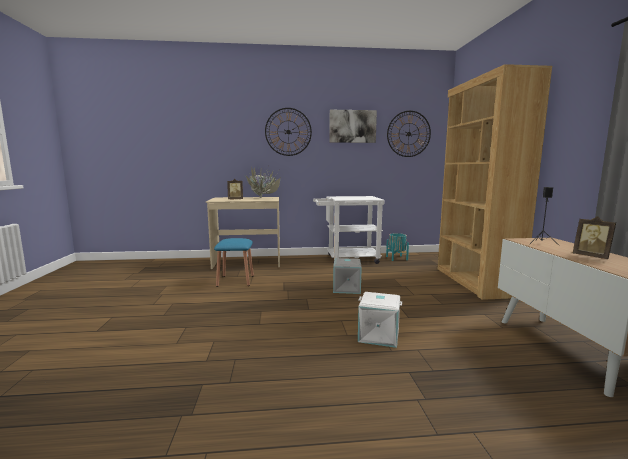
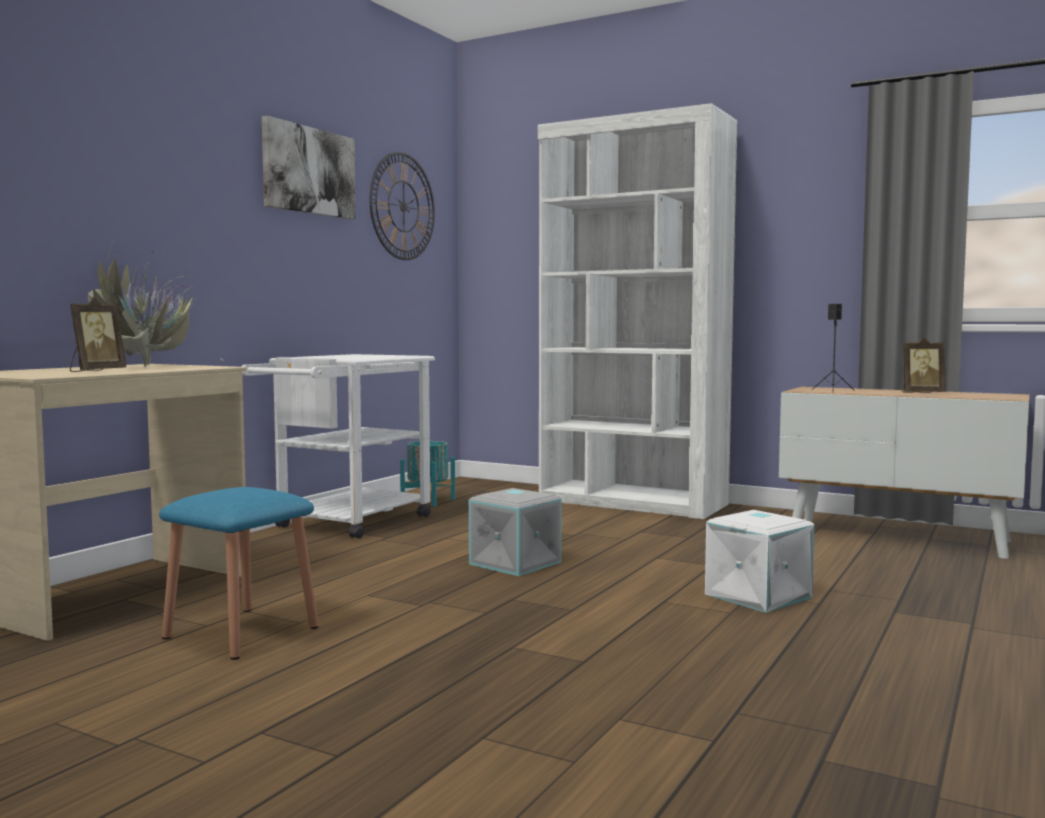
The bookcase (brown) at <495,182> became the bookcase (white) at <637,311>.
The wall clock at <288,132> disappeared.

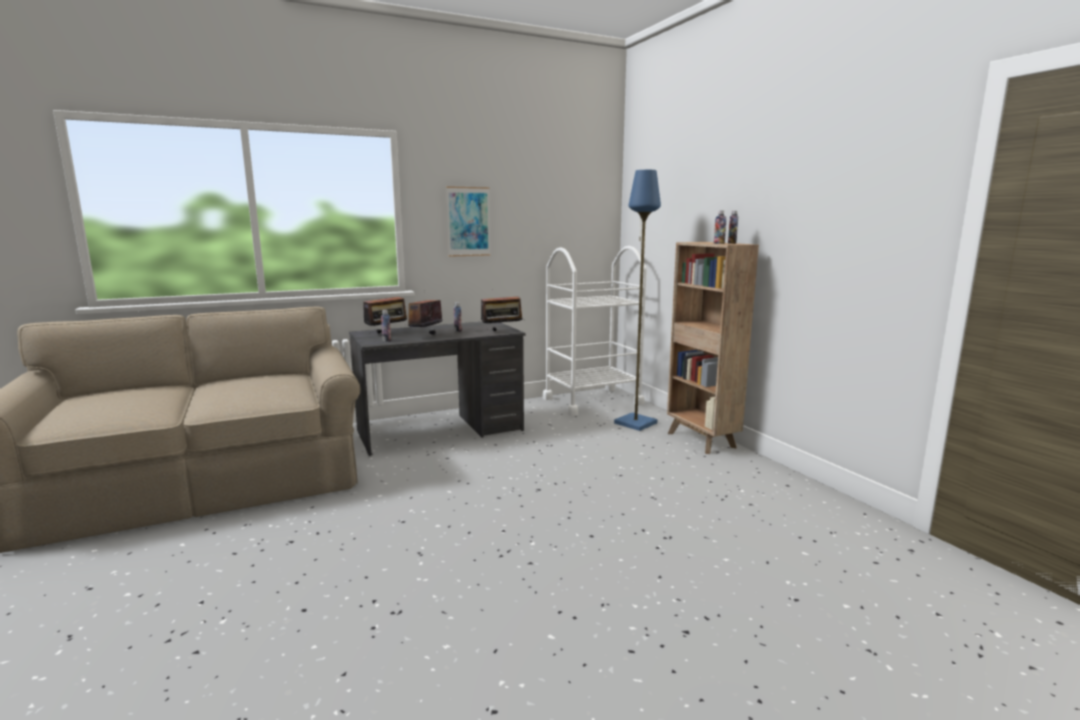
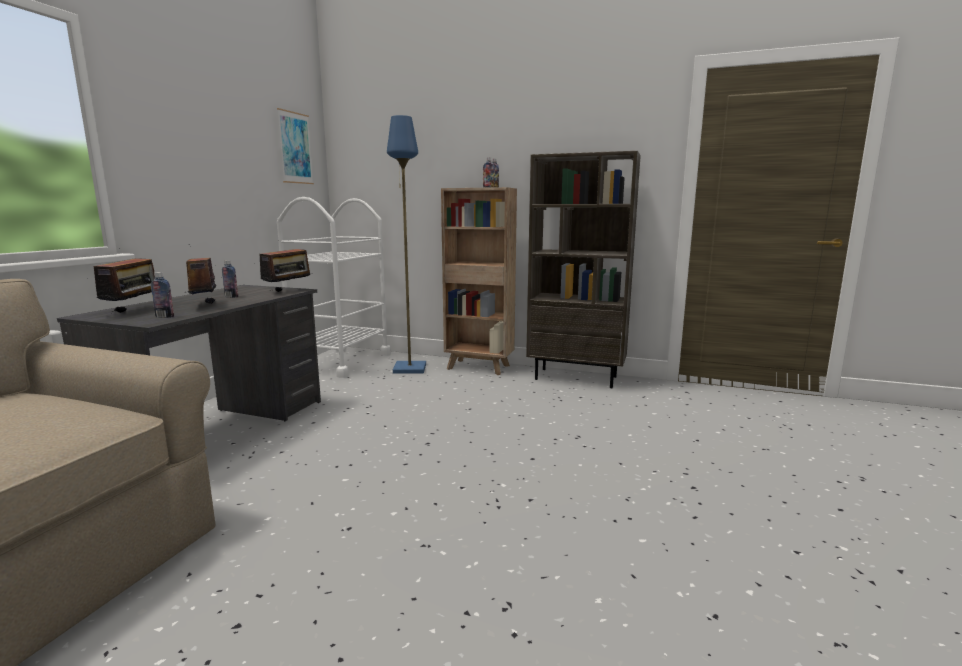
The picture moved from <468,221> to <295,146>.
The bookcase (brown) at <583,269> appeared.

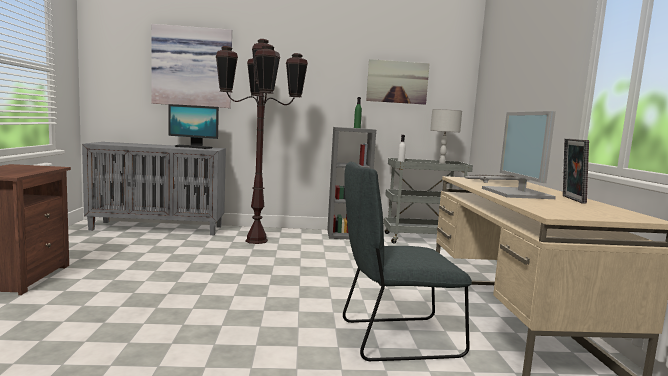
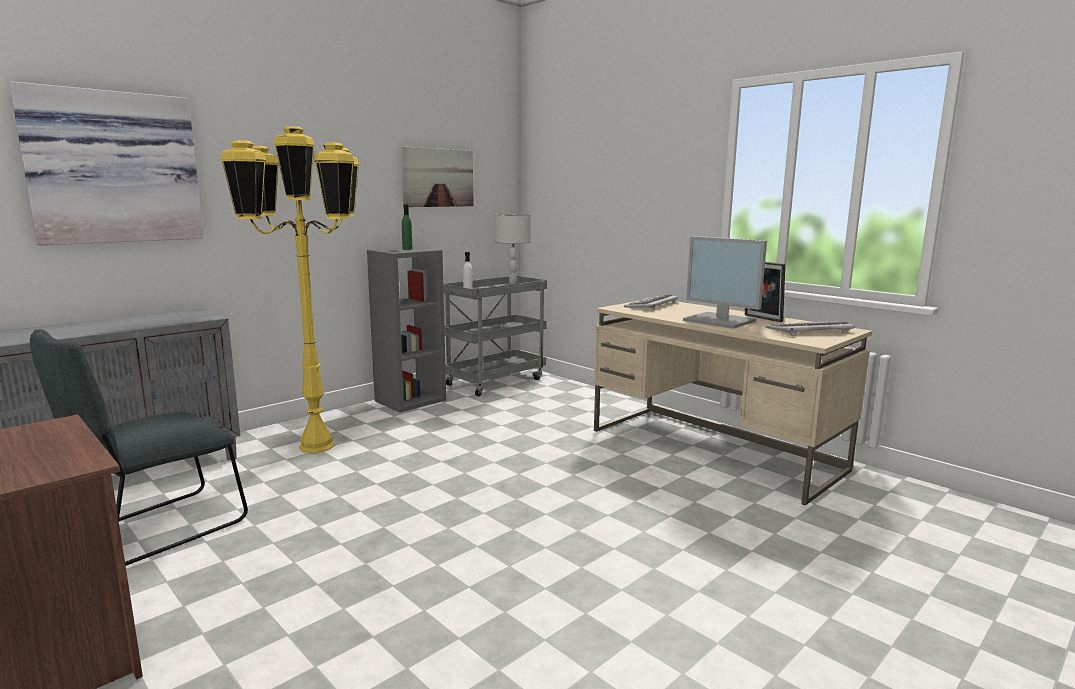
The floor lamp (brown) at <262,141> became the floor lamp (yellow) at <290,289>.
The monitor at <193,126> disappeared.
The chair (grey) moved from <407,261> to <139,447>.
The keyboard at <810,329> appeared.

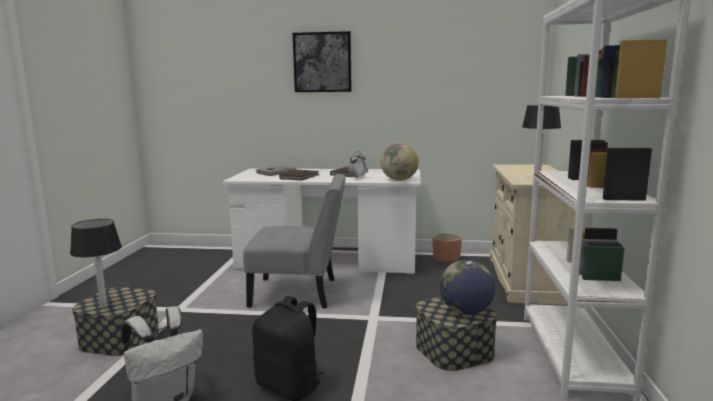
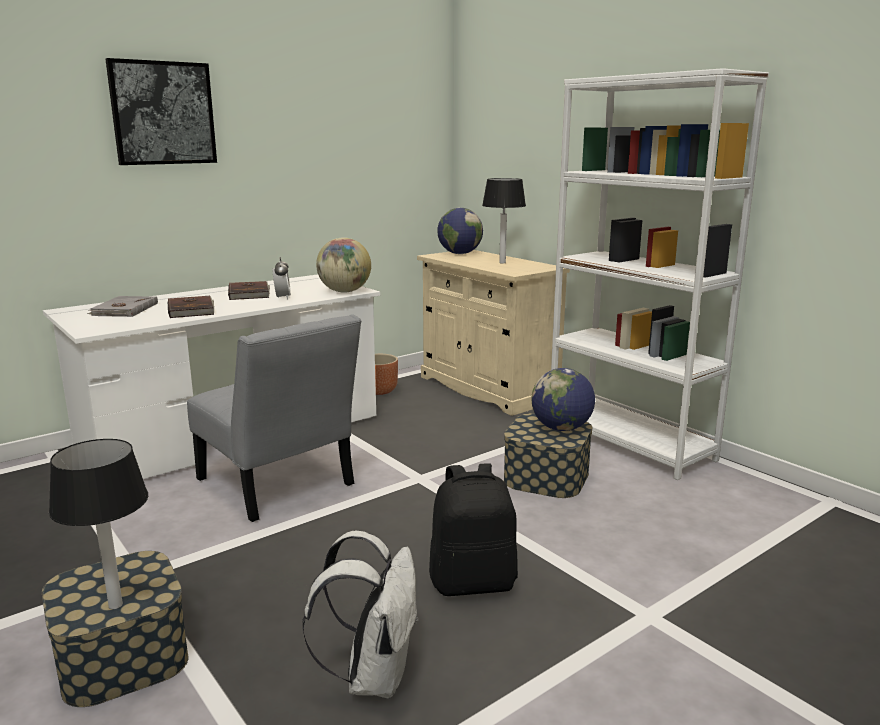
The chair (grey) at <294,241> turned 90 degrees clockwise.
The globe at <460,231> appeared.

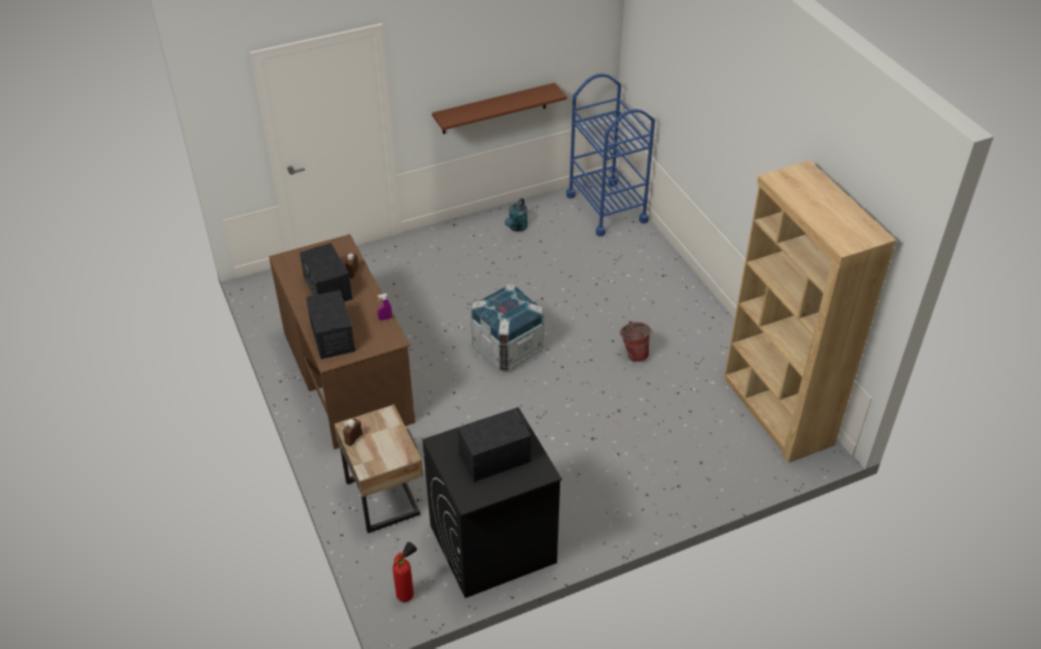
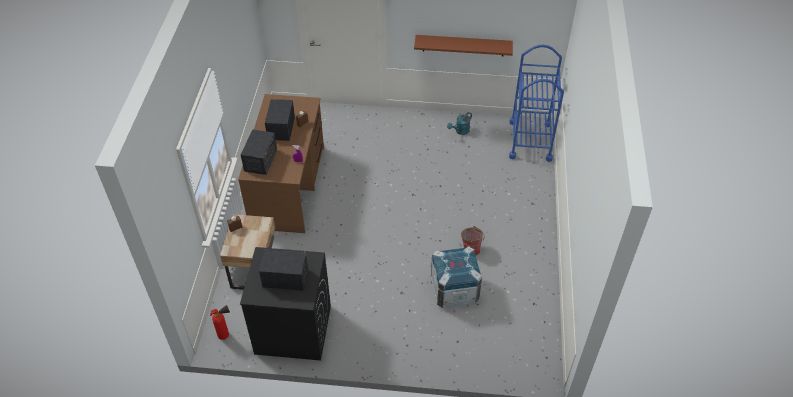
The bookcase (brown) at <810,311> disappeared.
The crate moved from <507,327> to <456,277>.

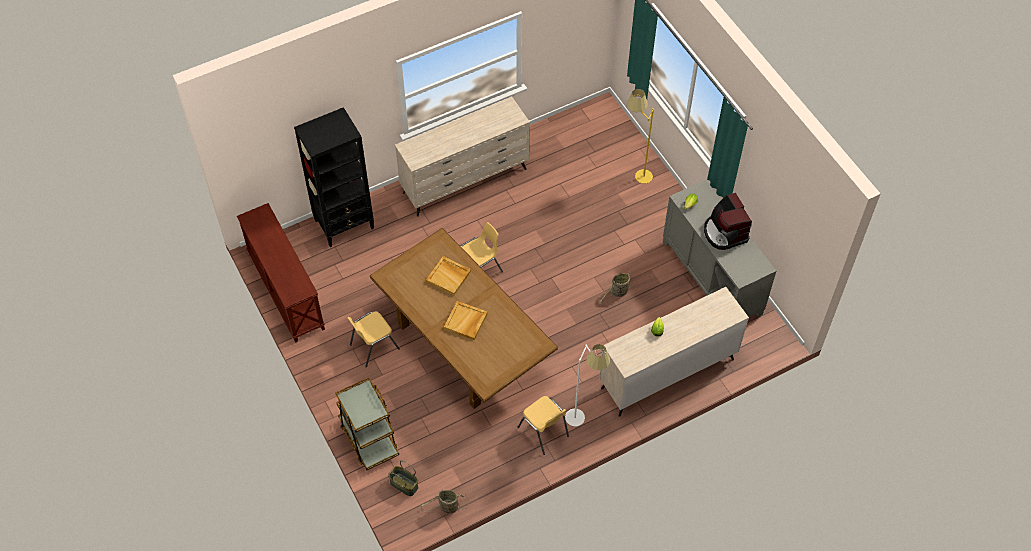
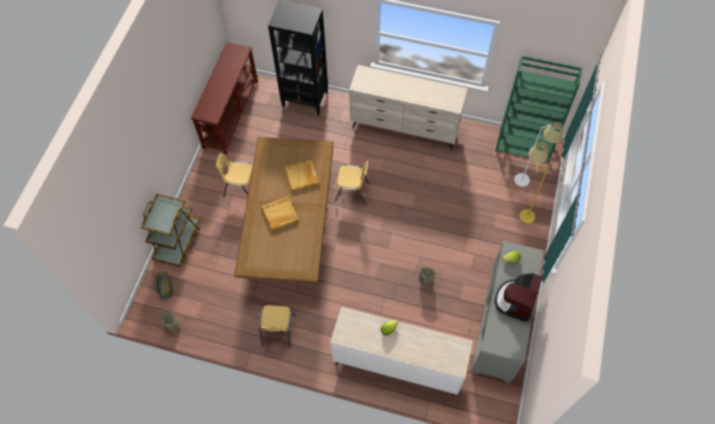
The floor lamp (white) moved from <587,385> to <538,154>.
The bookcase (green) at <539,109> appeared.

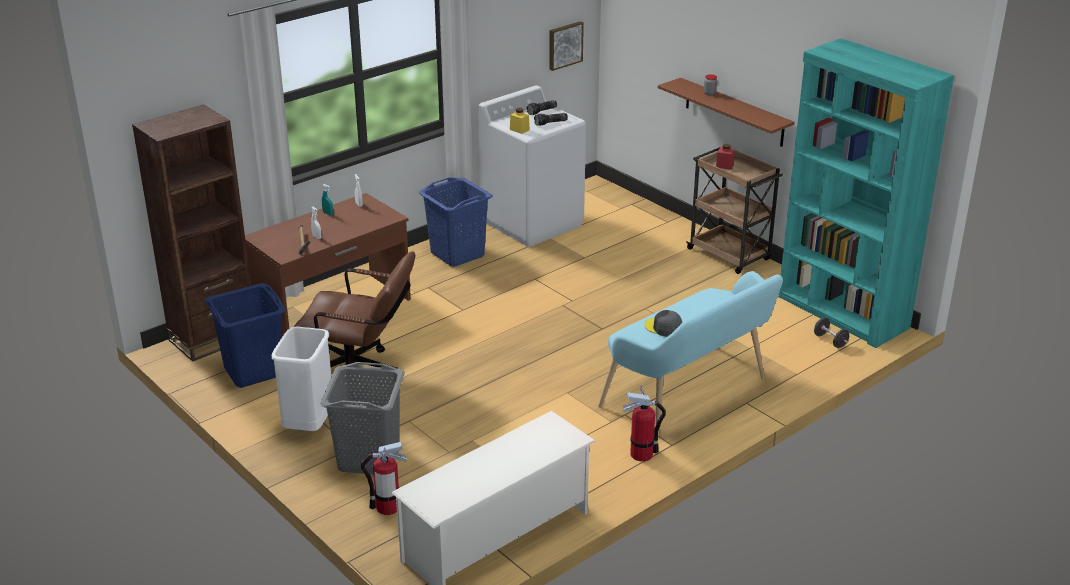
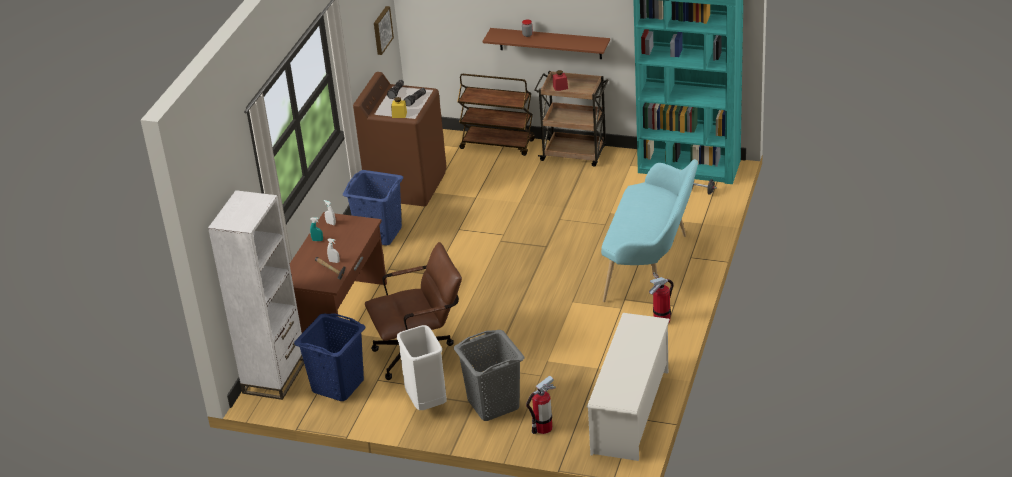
The washing machine (white) at <532,166> became the washing machine (brown) at <400,139>.
The bookcase (brown) at <193,233> became the bookcase (white) at <256,295>.
The cap (grey) at <663,323> disappeared.
The cart (brown) at <496,115> appeared.

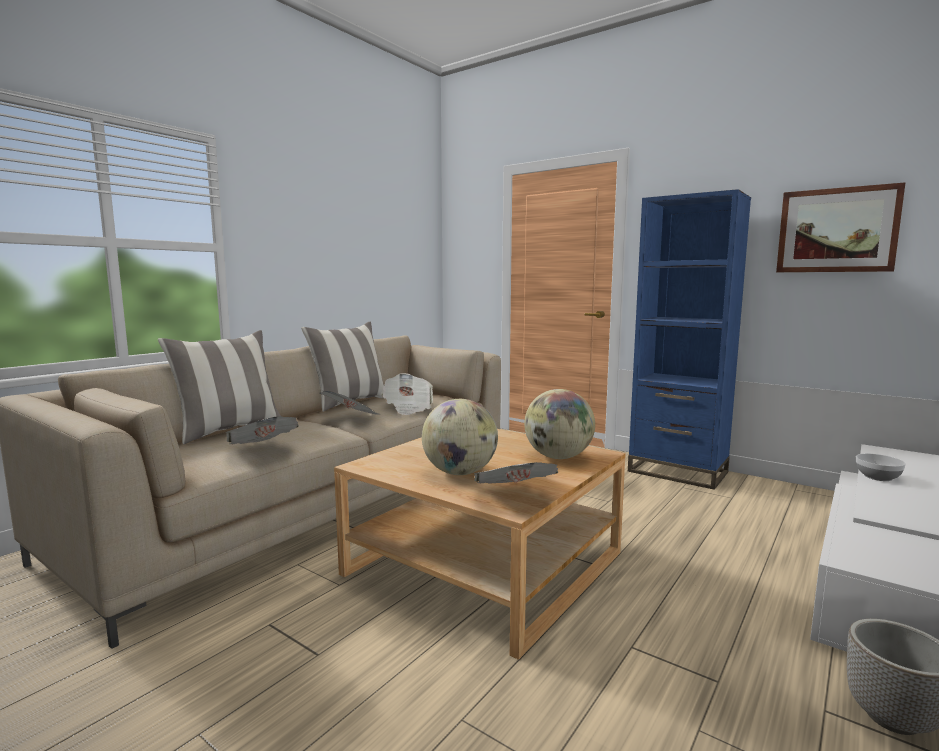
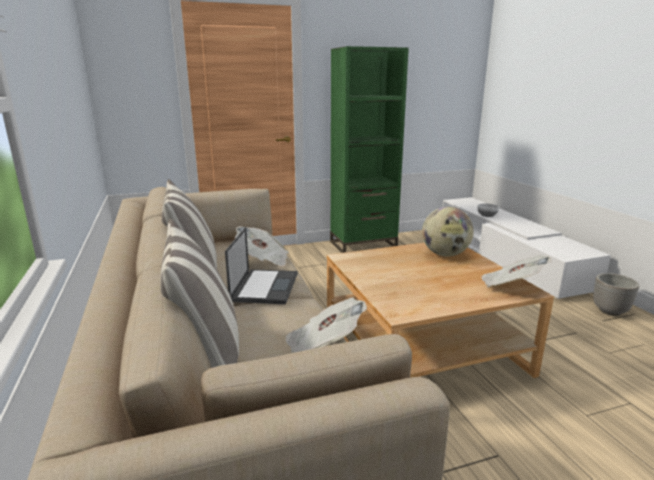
The picture at <841,227> disappeared.
The bookcase (blue) at <689,339> became the bookcase (green) at <369,149>.
The newspaper at <350,403> was replaced by the laptop at <261,265>.
The globe at <460,437> disappeared.

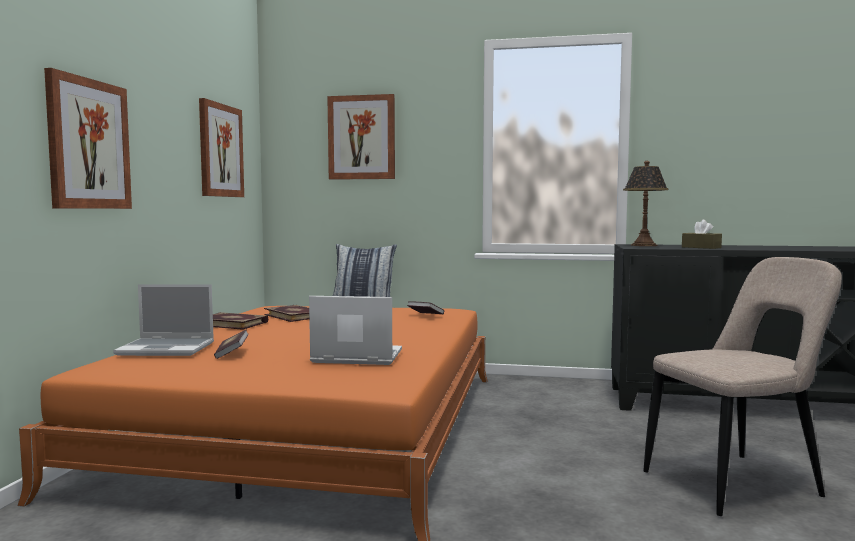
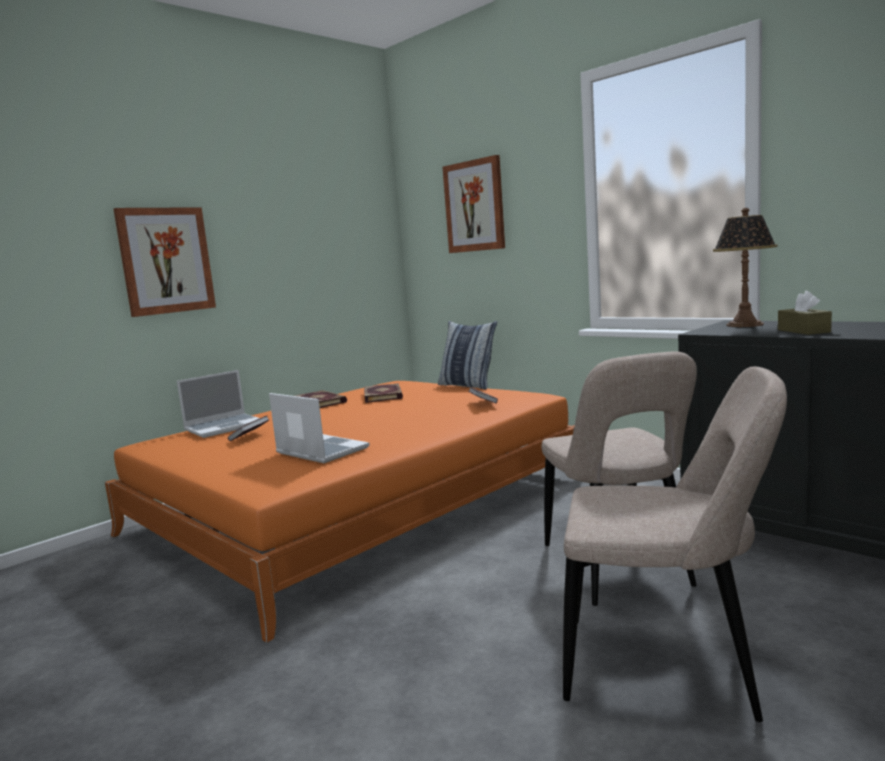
The picture at <221,147> disappeared.
The laptop at <163,320> turned 75 degrees counterclockwise.
The chair (beige) at <619,479> appeared.

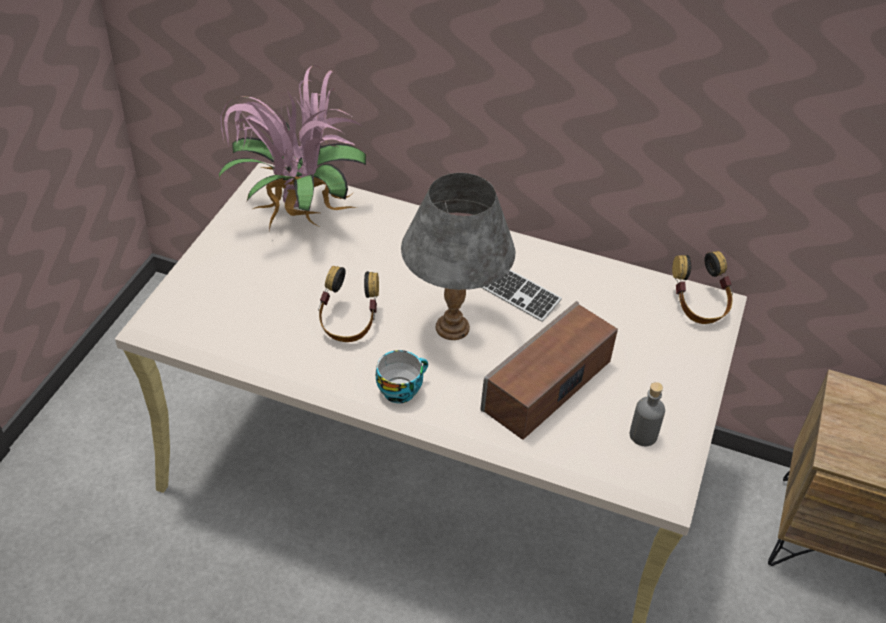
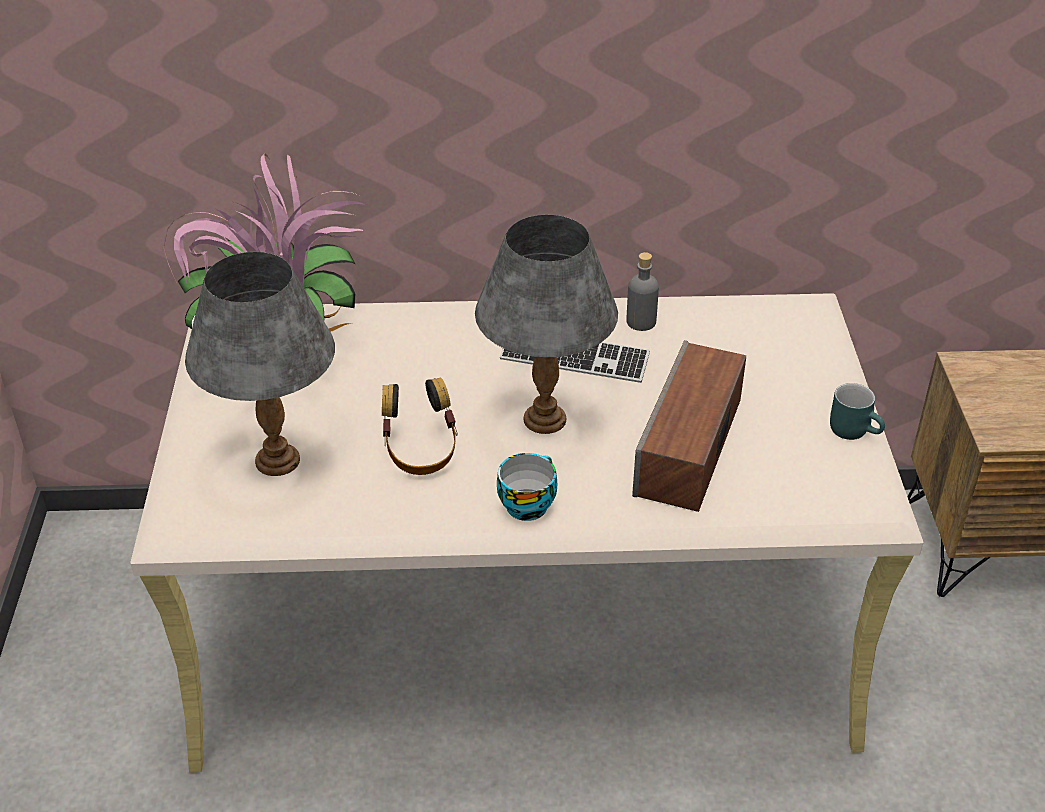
The headphones at <702,287> disappeared.
The bottle (grey) moved from <647,414> to <643,291>.
The table lamp (grey) at <260,364> appeared.
The mug (turquoise) at <857,411> appeared.

